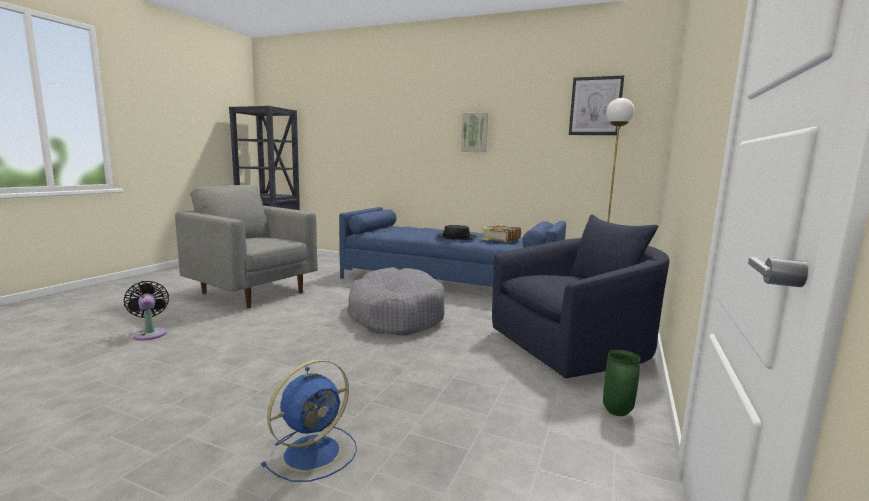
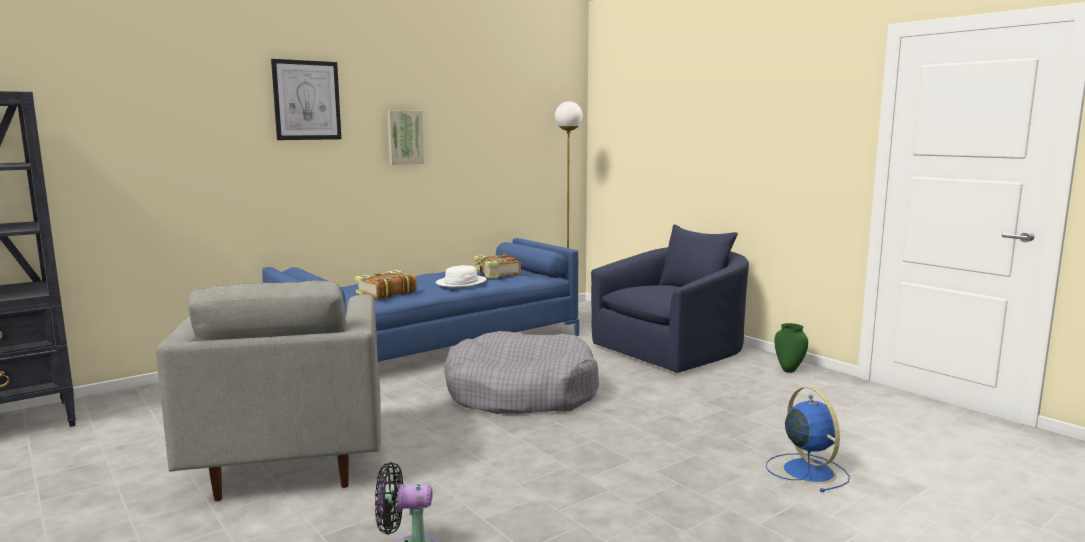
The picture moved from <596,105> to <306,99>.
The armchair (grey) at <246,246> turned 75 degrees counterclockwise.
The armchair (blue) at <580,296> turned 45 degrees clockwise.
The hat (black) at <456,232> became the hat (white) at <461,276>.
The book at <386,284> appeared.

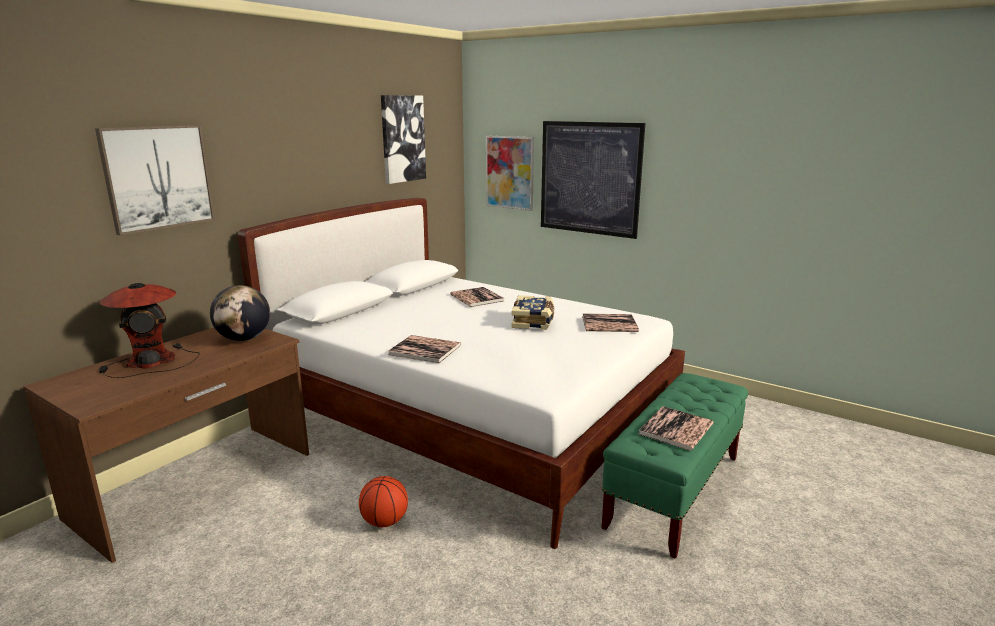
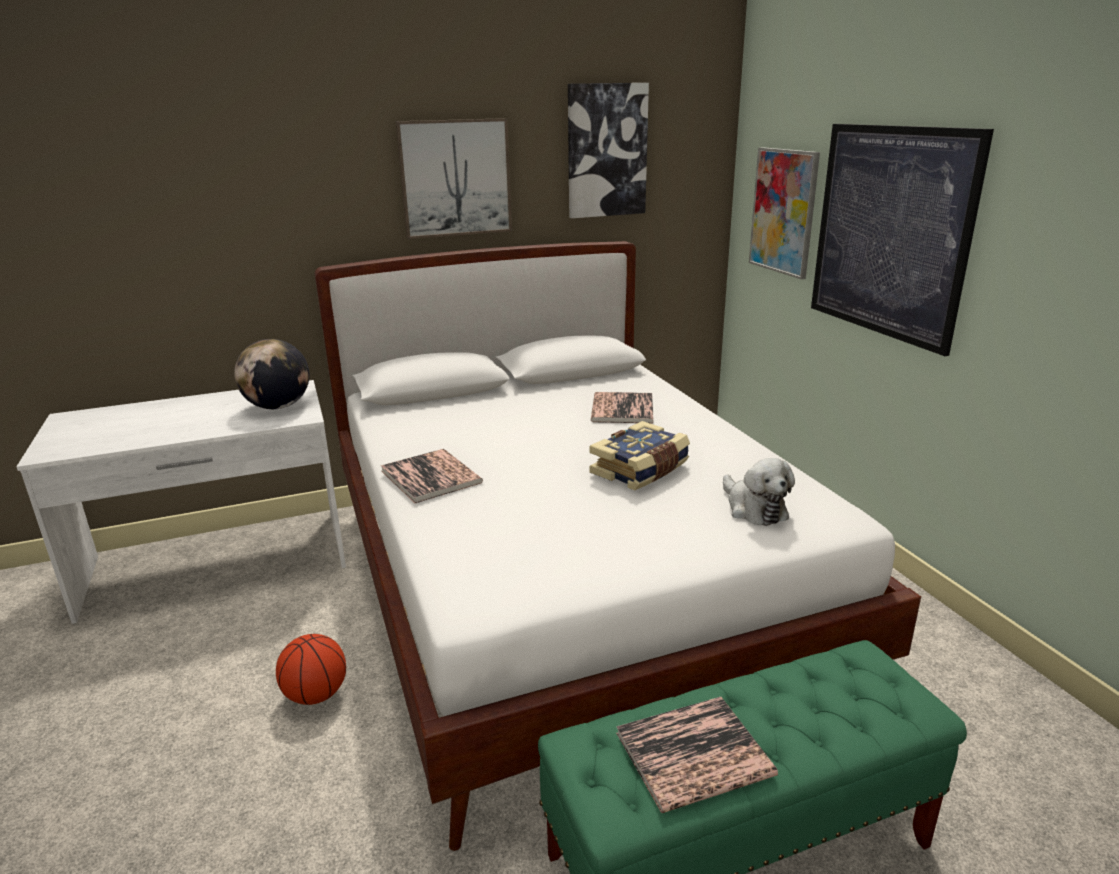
The picture moved from <155,180> to <454,178>.
The table lamp at <149,330> disappeared.
The book at <610,322> was replaced by the plush toy at <759,492>.
The desk (brown) at <166,445> became the desk (white) at <181,502>.

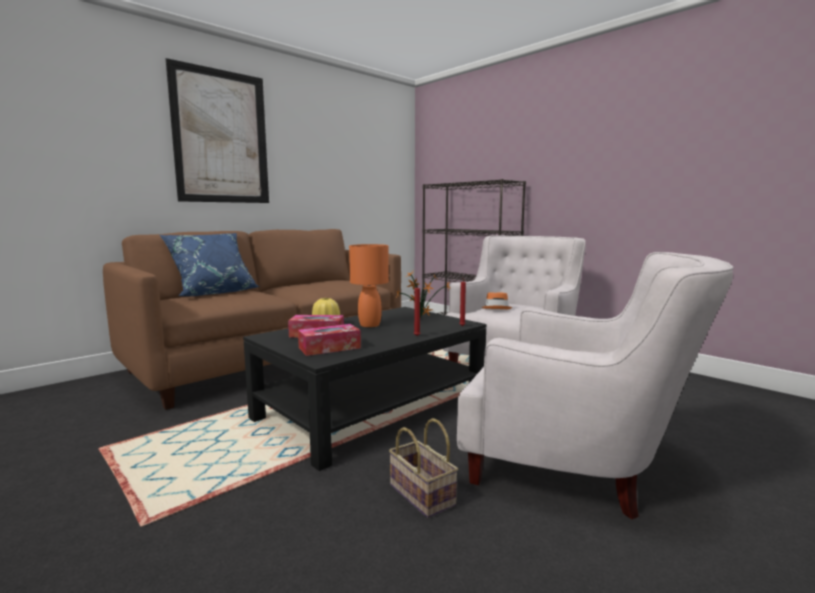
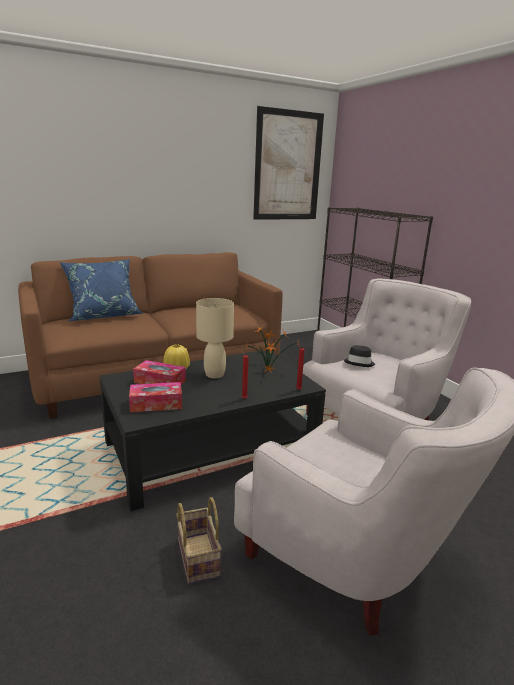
The picture moved from <217,130> to <288,163>.
The table lamp (orange) at <369,285> became the table lamp (beige) at <215,338>.
The hat (orange) at <496,300> became the hat (black) at <359,356>.

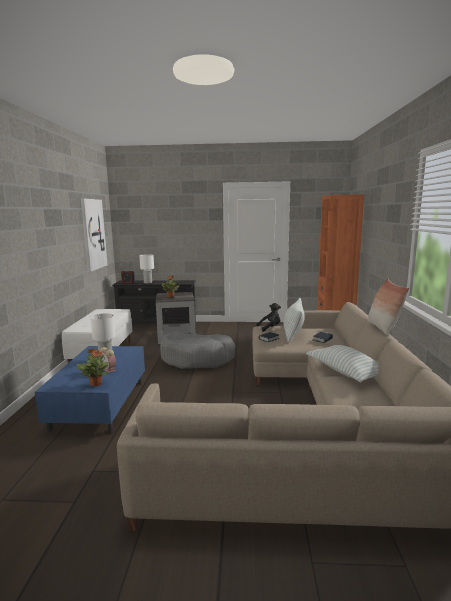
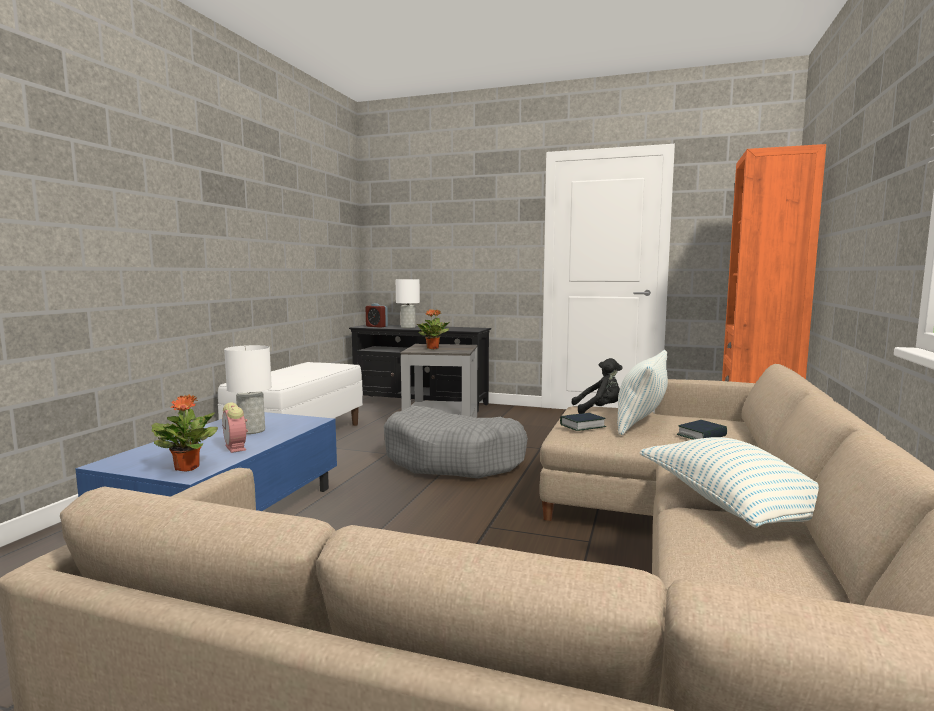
The picture at <94,235> disappeared.
The pillow at <388,307> disappeared.

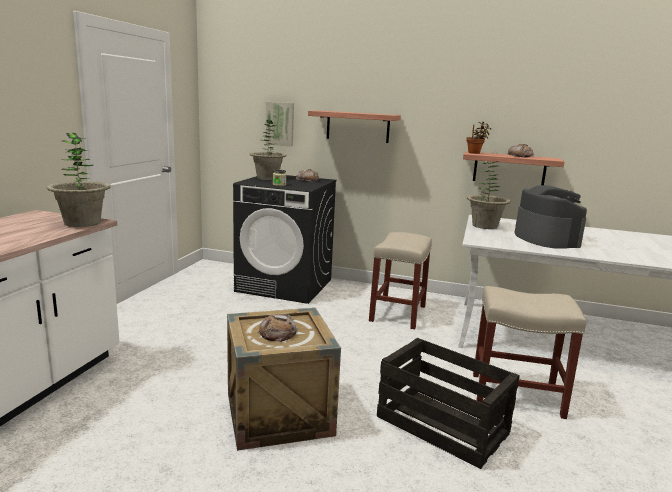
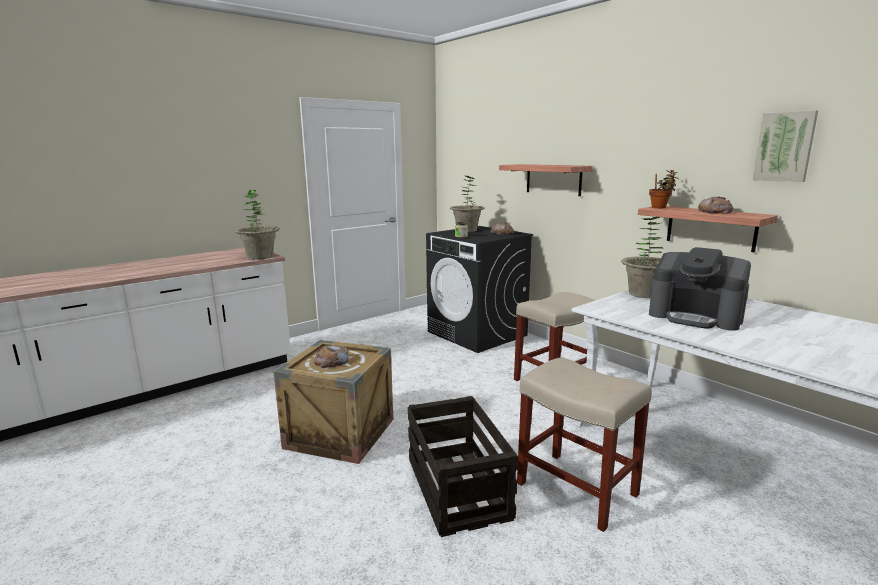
The picture moved from <279,124> to <785,146>.
The coffee machine at <551,217> turned 105 degrees clockwise.

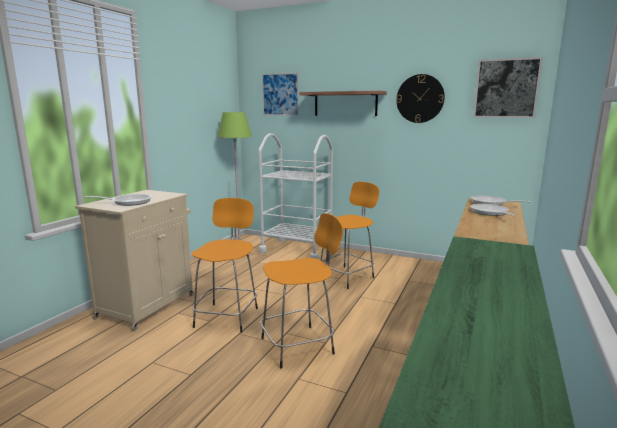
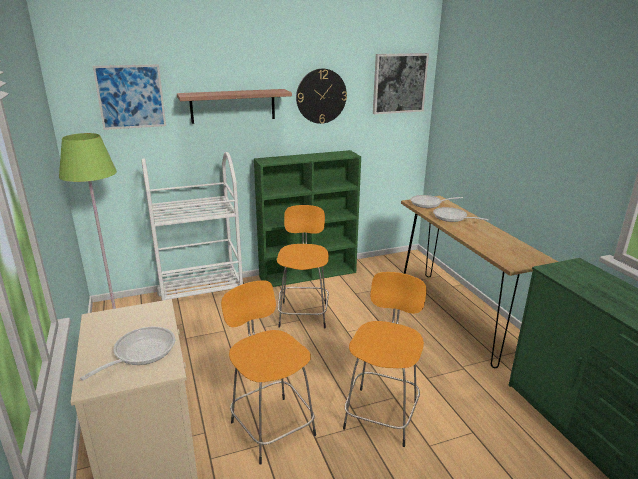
The bookcase (green) at <307,218> appeared.

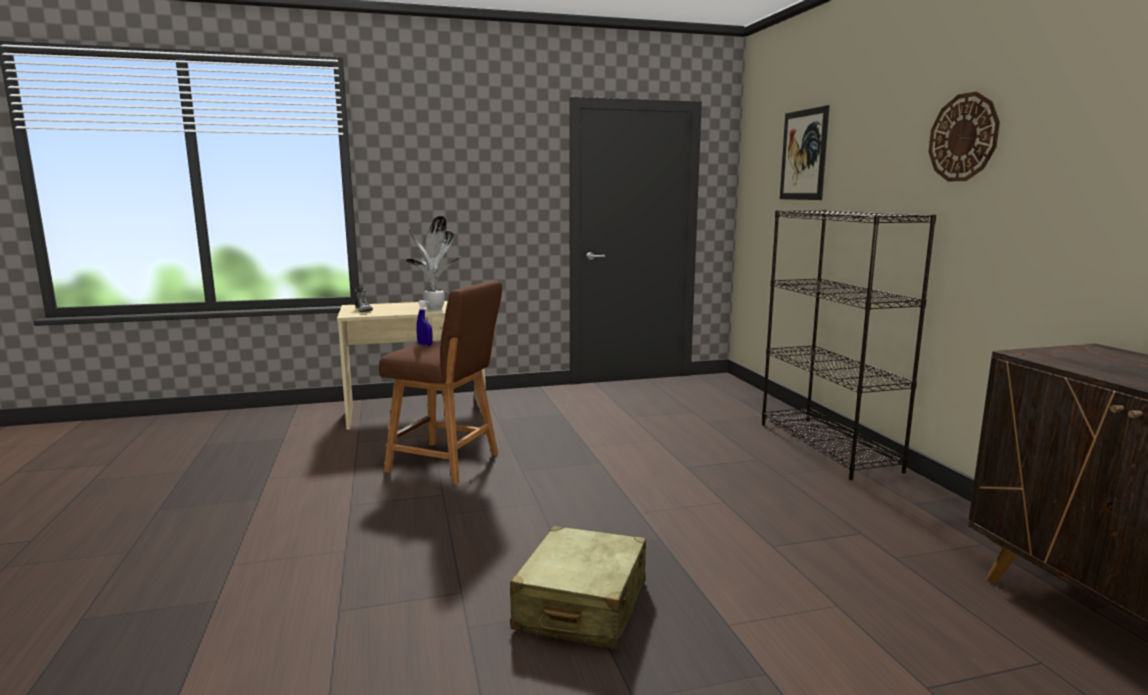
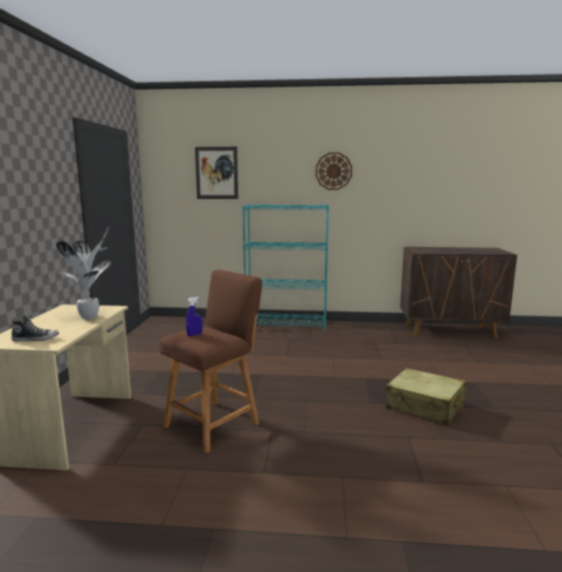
The bookcase (black) at <849,345> became the bookcase (turquoise) at <285,267>.

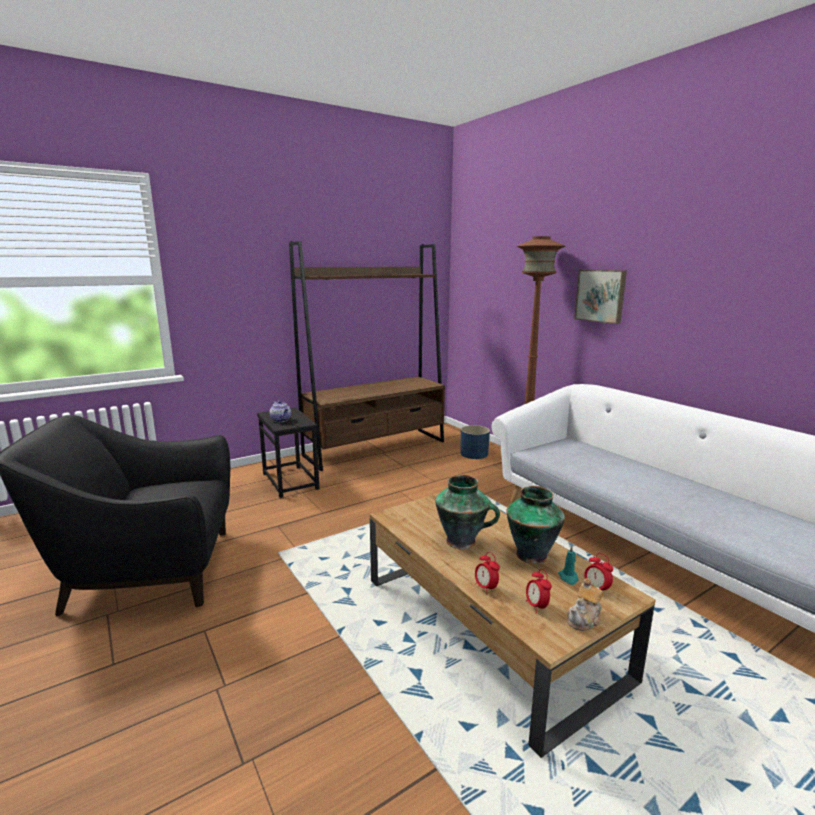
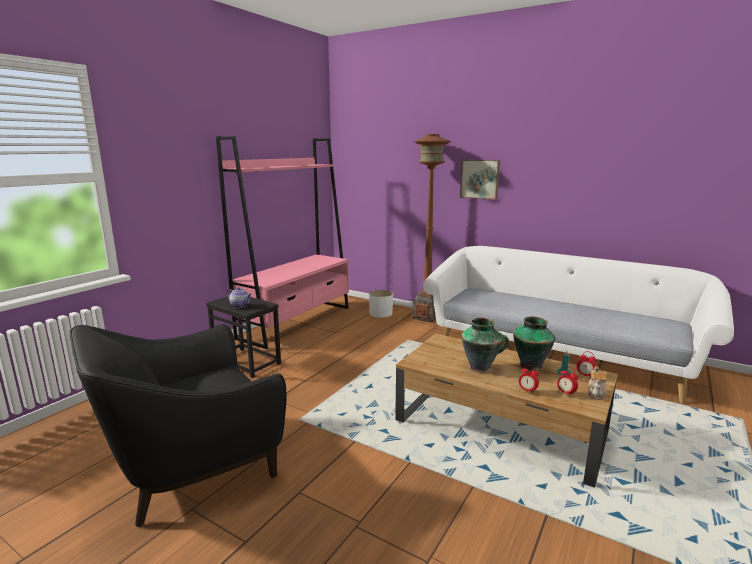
The bookcase (brown) at <367,356> became the bookcase (pink) at <282,242>.
The planter (blue) at <475,442> became the planter (white) at <381,304>.

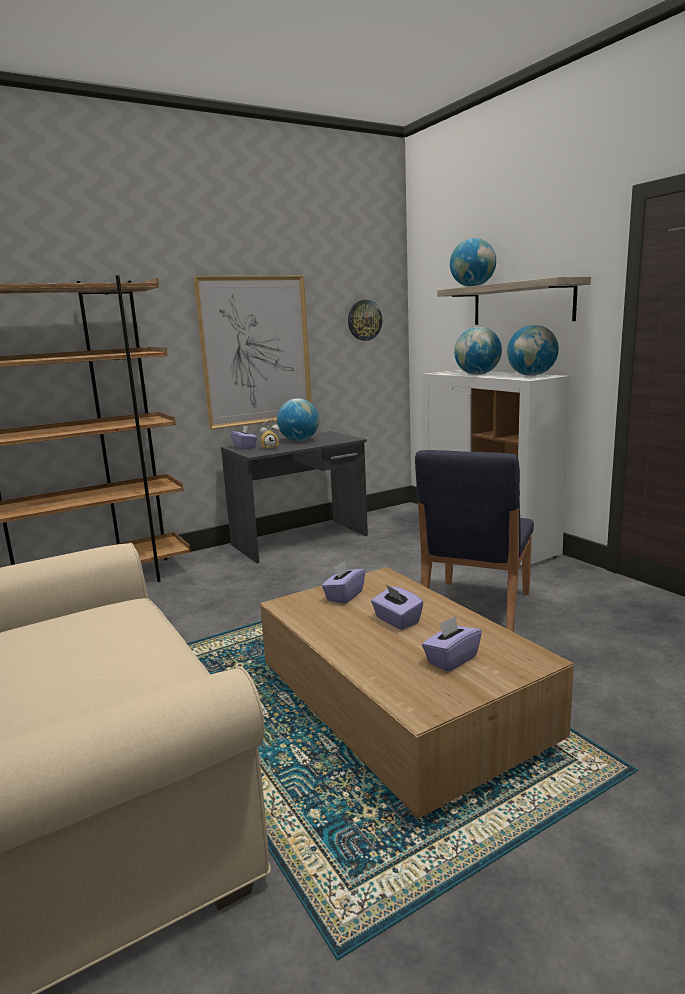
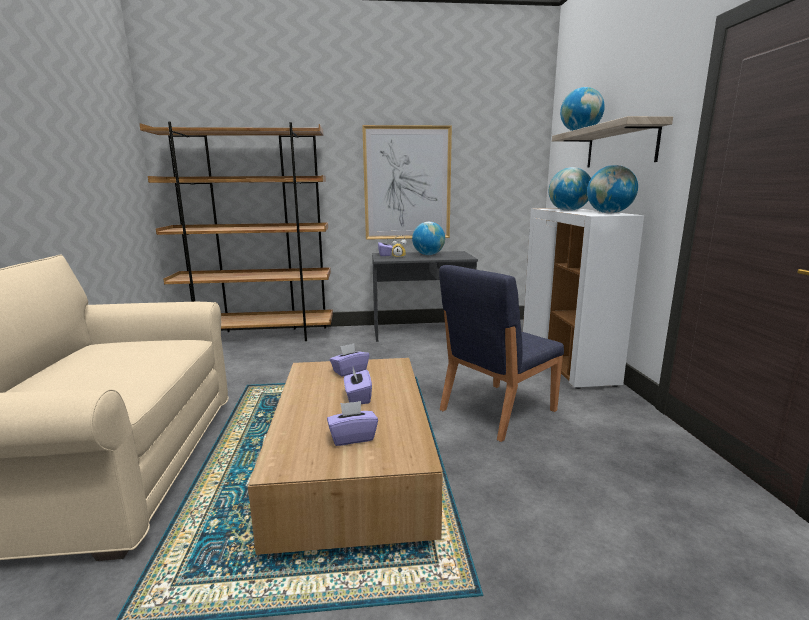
The wall clock at <365,320> disappeared.

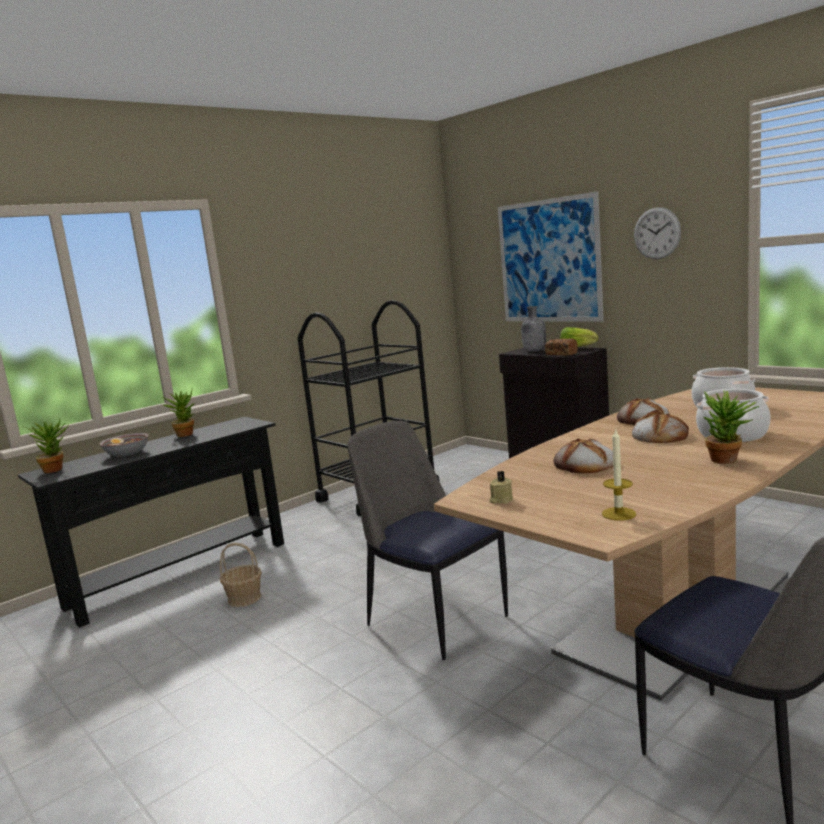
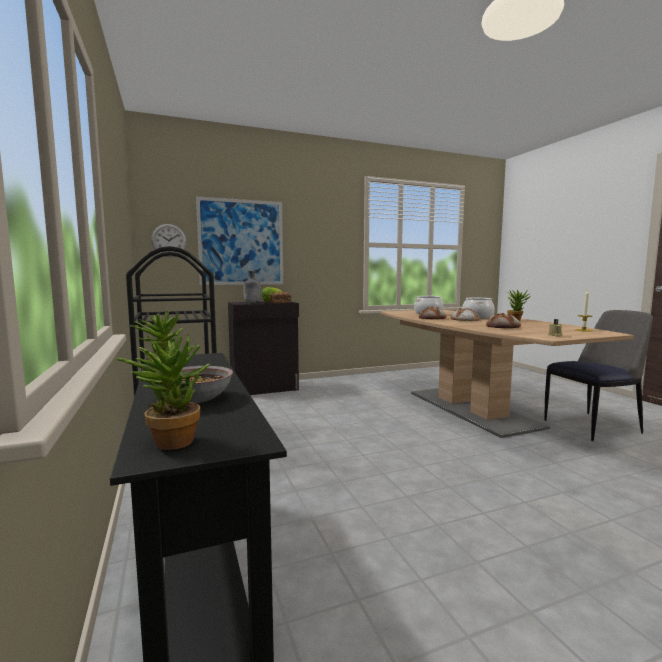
The wall clock moved from <657,233> to <169,240>.
The chair at <427,540> disappeared.
The basket at <241,575> disappeared.

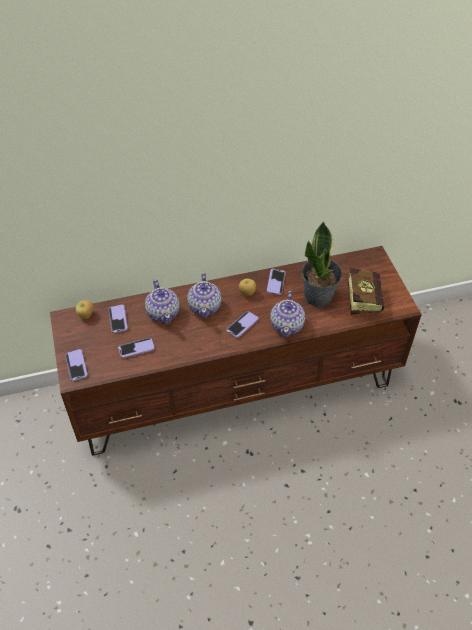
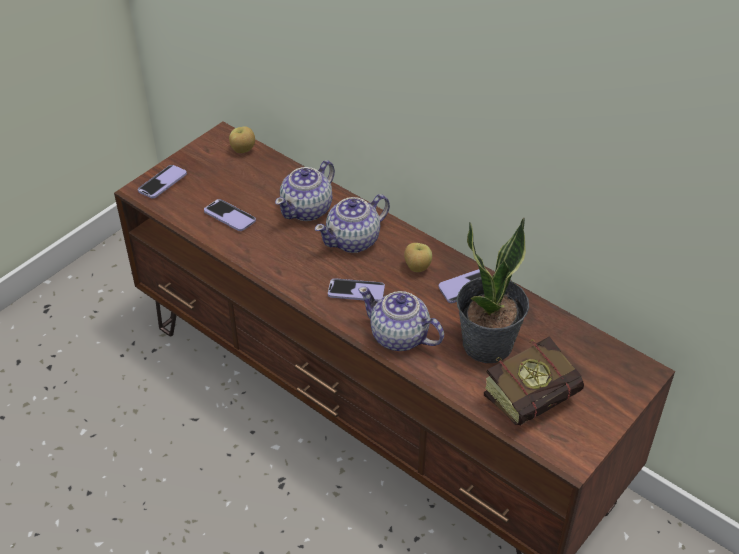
The teapot at <287,314> turned 60 degrees clockwise.
The phone at <118,319> disappeared.

